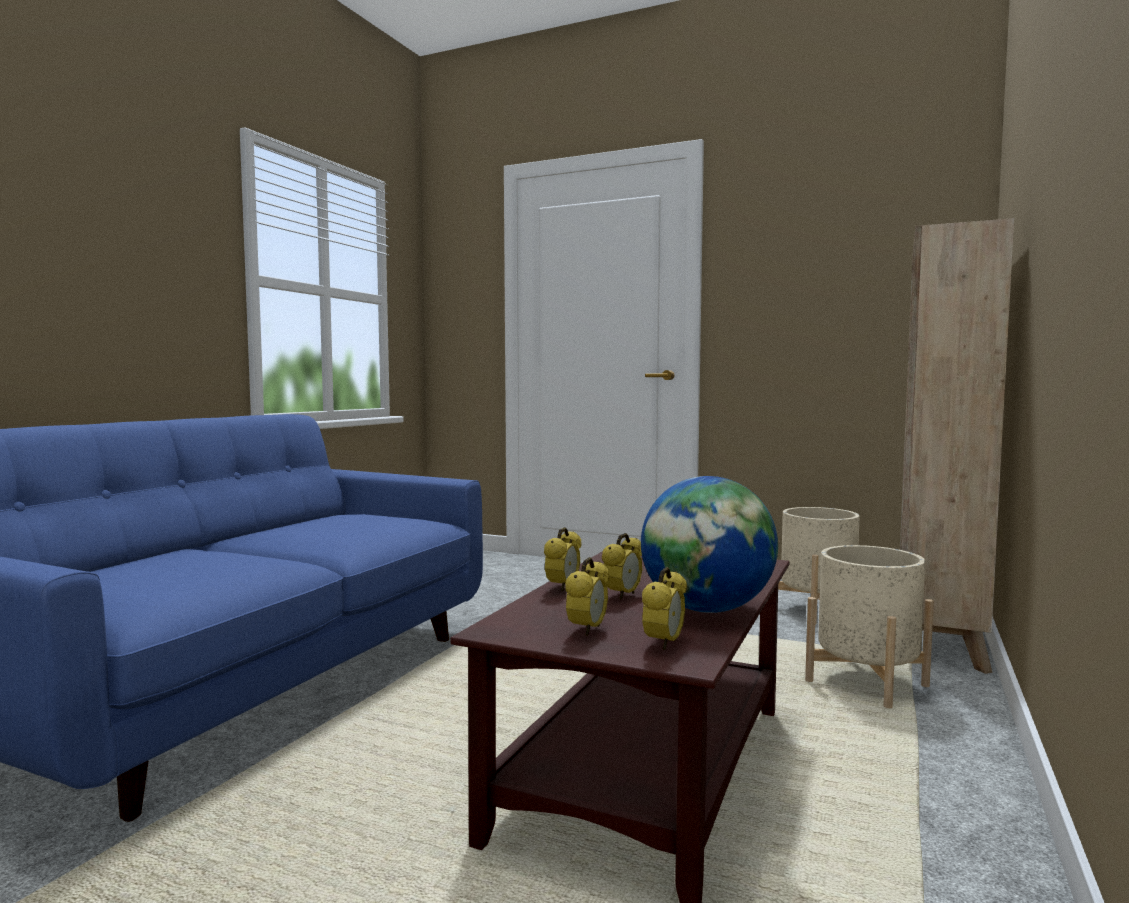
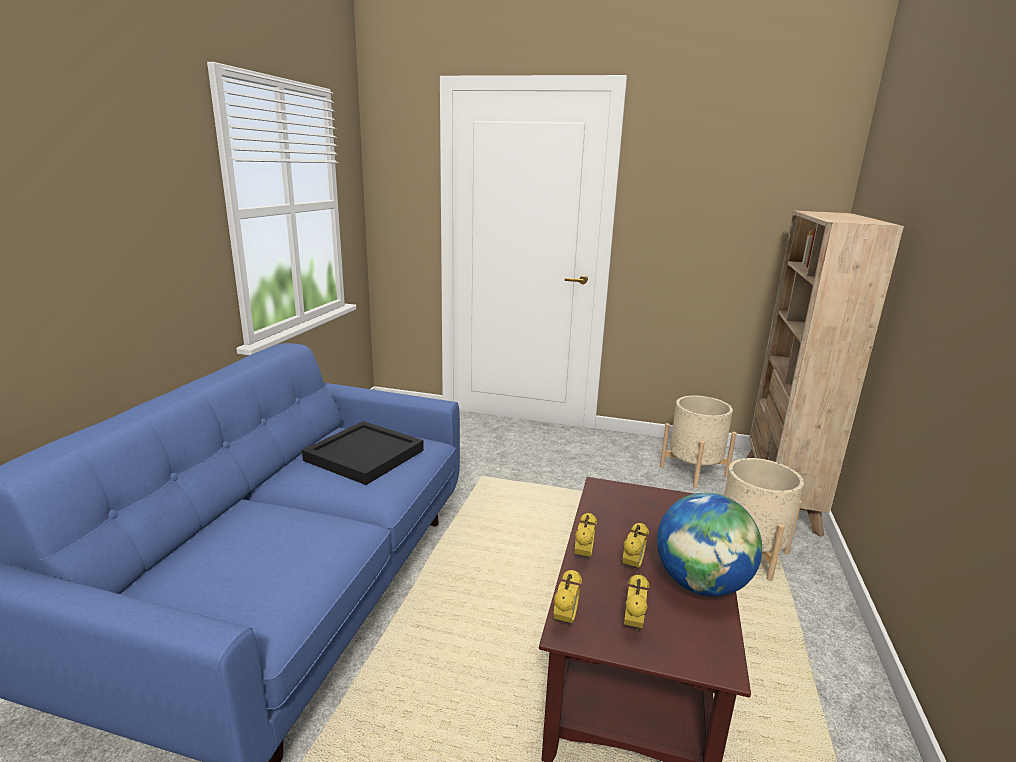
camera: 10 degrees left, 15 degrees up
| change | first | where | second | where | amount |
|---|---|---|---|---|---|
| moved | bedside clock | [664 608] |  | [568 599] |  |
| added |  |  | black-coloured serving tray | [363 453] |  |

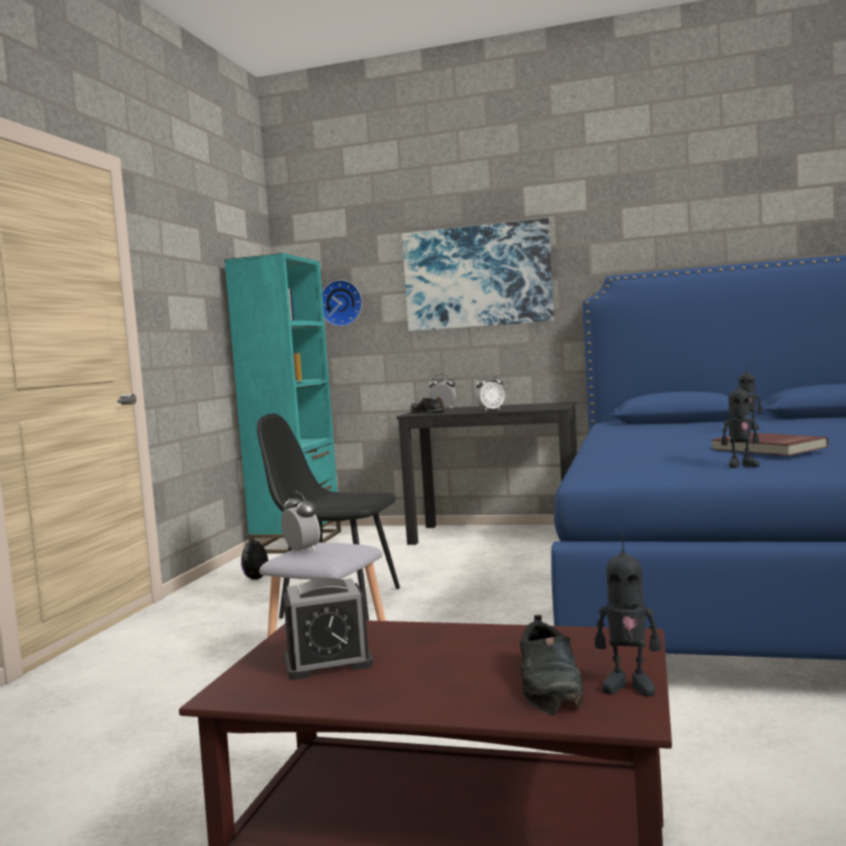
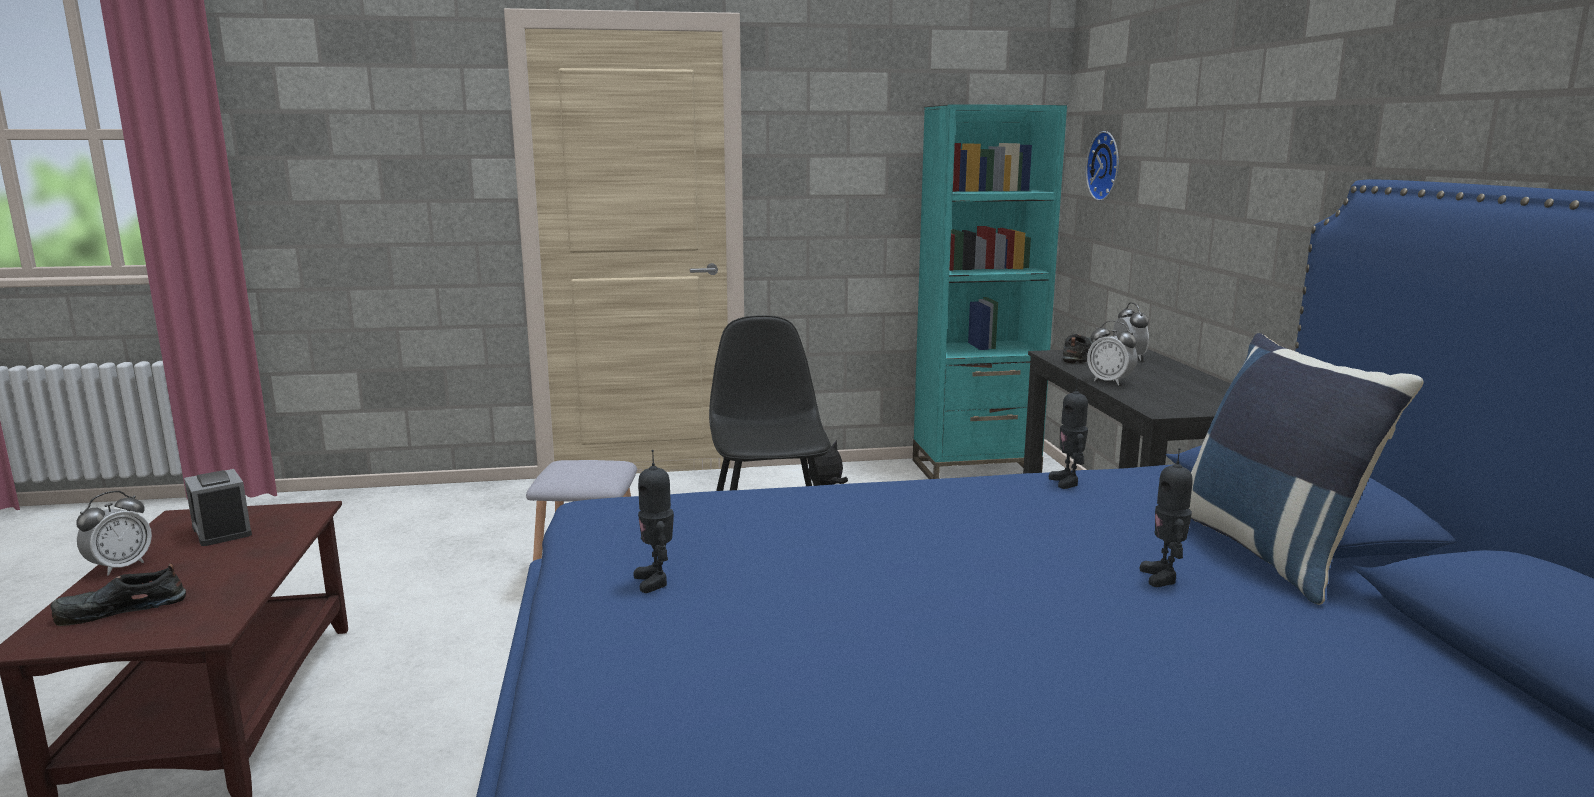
camera: 65 degrees right, 10 degrees up
| change | first | where | second | where | amount |
|---|---|---|---|---|---|
| removed | picture | [478 274] |  |  |  |
| removed | red bound book | [769 444] |  |  |  |
| moved | bedside clock | [300 522] |  | [114 533] |  |
| moved | toy robot | [628 616] |  | [1068 433] |  |
| added |  |  | blue-coloured pillow | [1306 469] |  |

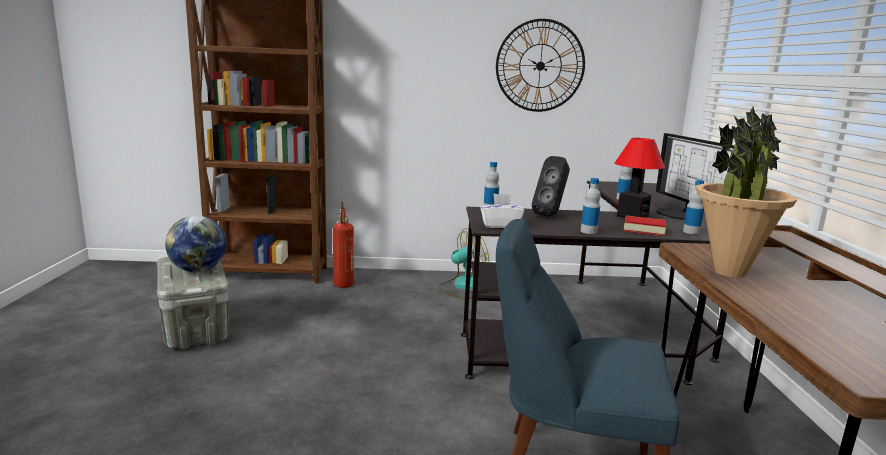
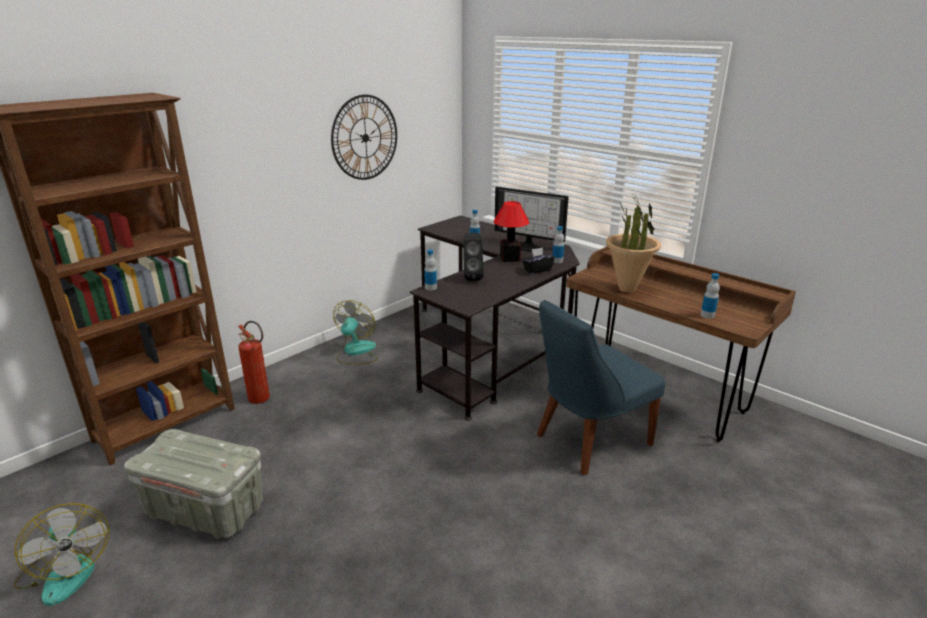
camera: 45 degrees left, 10 degrees up
| change | first | where | second | where | amount |
|---|---|---|---|---|---|
| moved | beverage bottle | [591 206] |  | [710 296] |  |
| removed | white tissue box | [502 210] |  |  |  |
| replaced | bound book | [644 225] | black-coloured tissue box | [538 260] |  |
| removed | world globe | [195 244] |  |  |  |
| added |  |  | cooling fan | [61 554] |  |

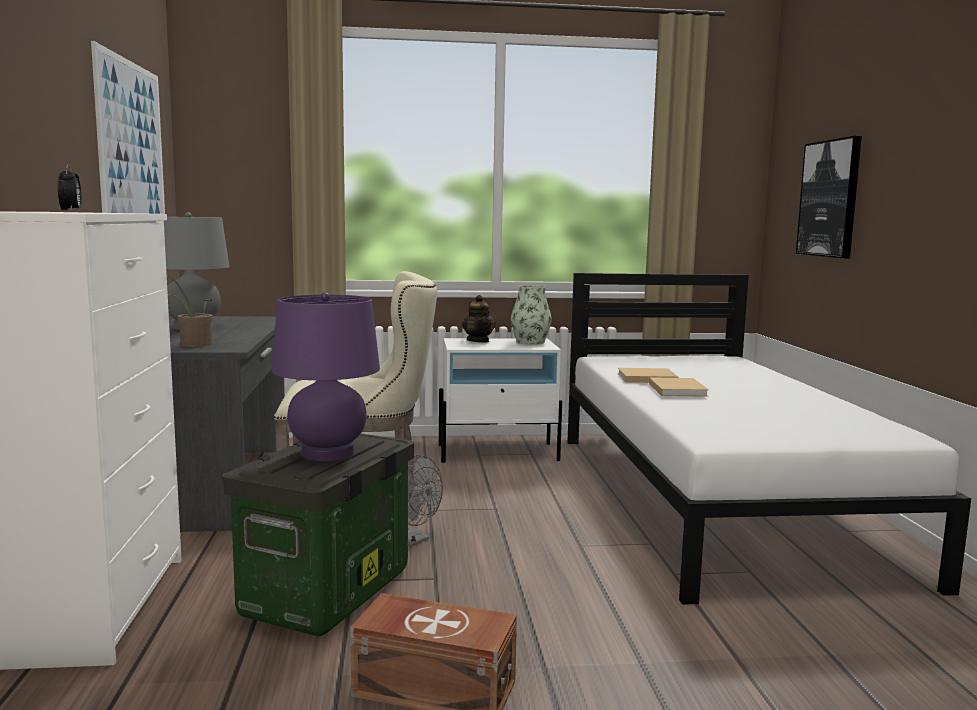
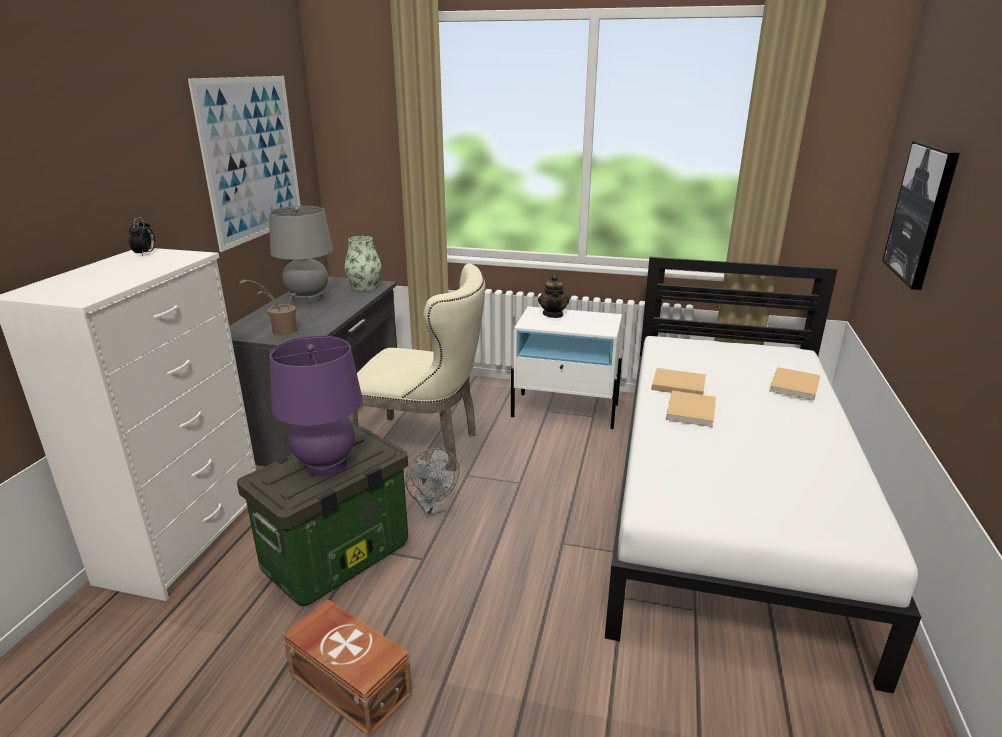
camera: 20 degrees right, 15 degrees up
| change | first | where | second | where | amount |
|---|---|---|---|---|---|
| moved | flower vase | [531 315] |  | [362 263] |  |
| added |  |  | beige bound book | [794 383] |  |

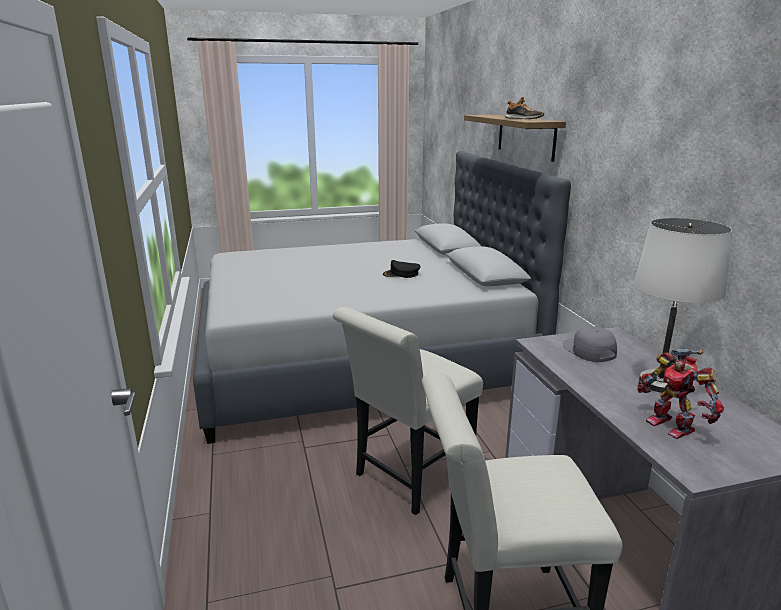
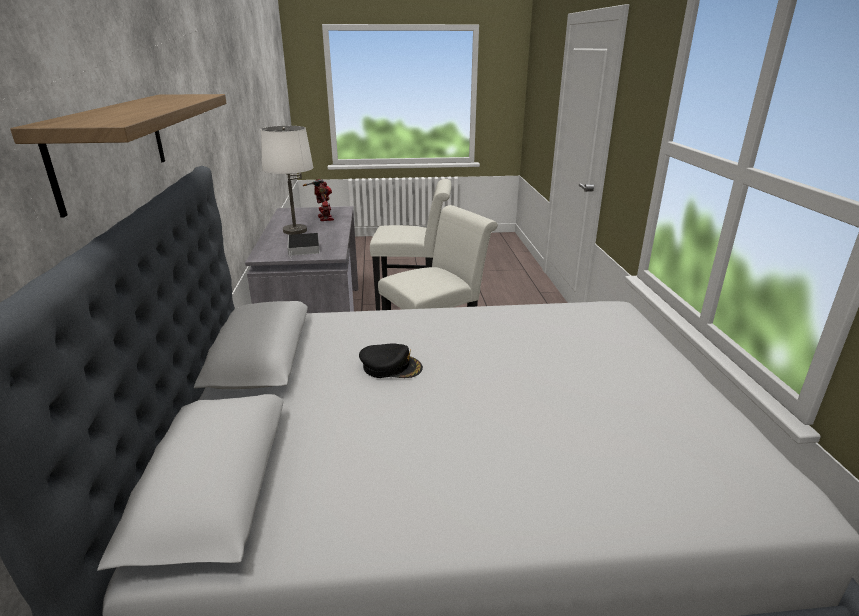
camera: 170 degrees left, 5 degrees up
| change | first | where | second | where | amount |
|---|---|---|---|---|---|
| removed | shoe | [524 108] |  |  |  |
| replaced | gray cap | [590 344] | bound book | [303 245] |  |

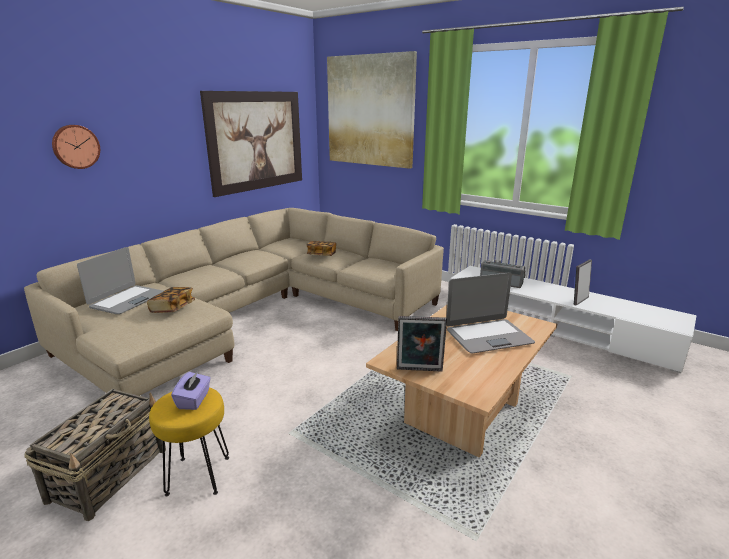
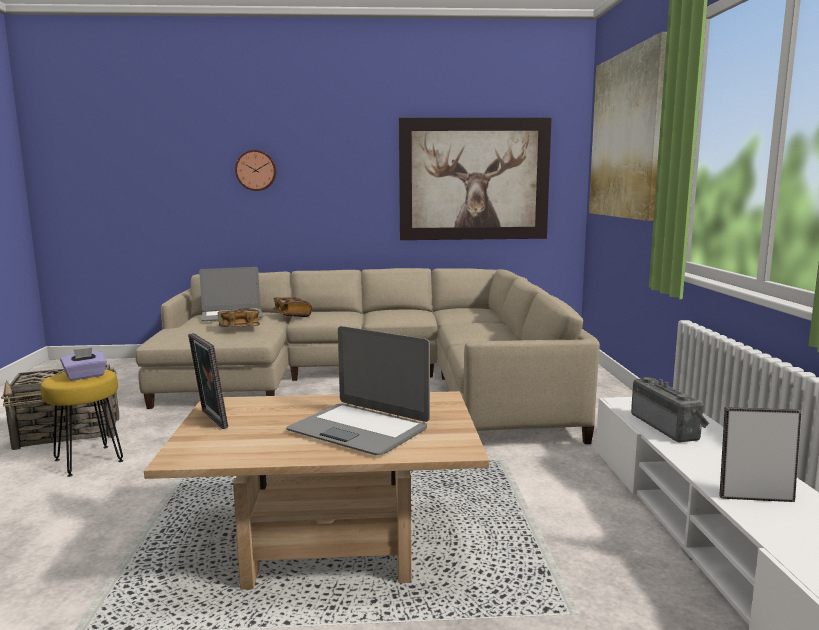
camera: 50 degrees right, 10 degrees down
| change | first | where | second | where | amount |
|---|---|---|---|---|---|
| moved | bound book | [321 248] |  | [292 307] |  |

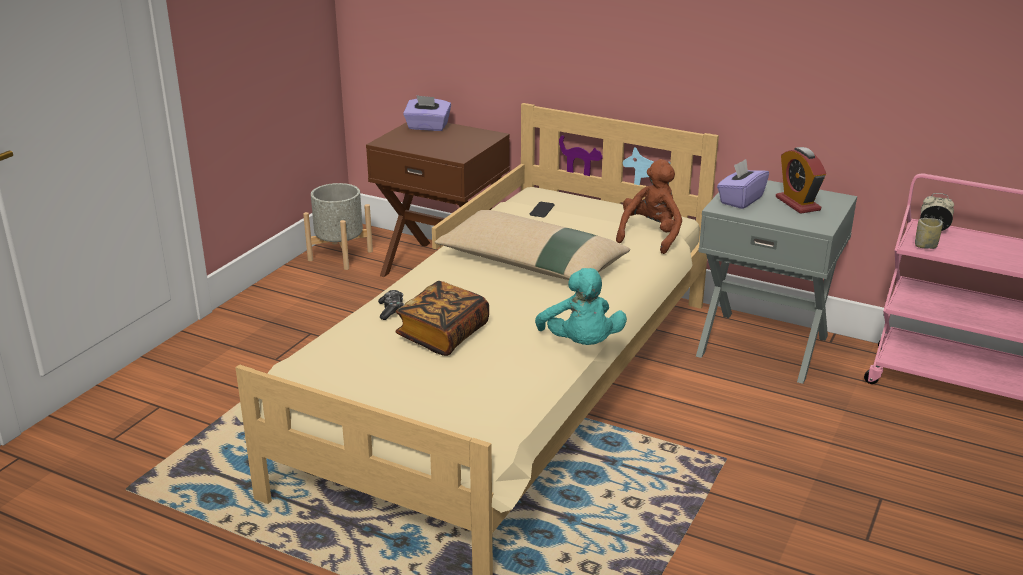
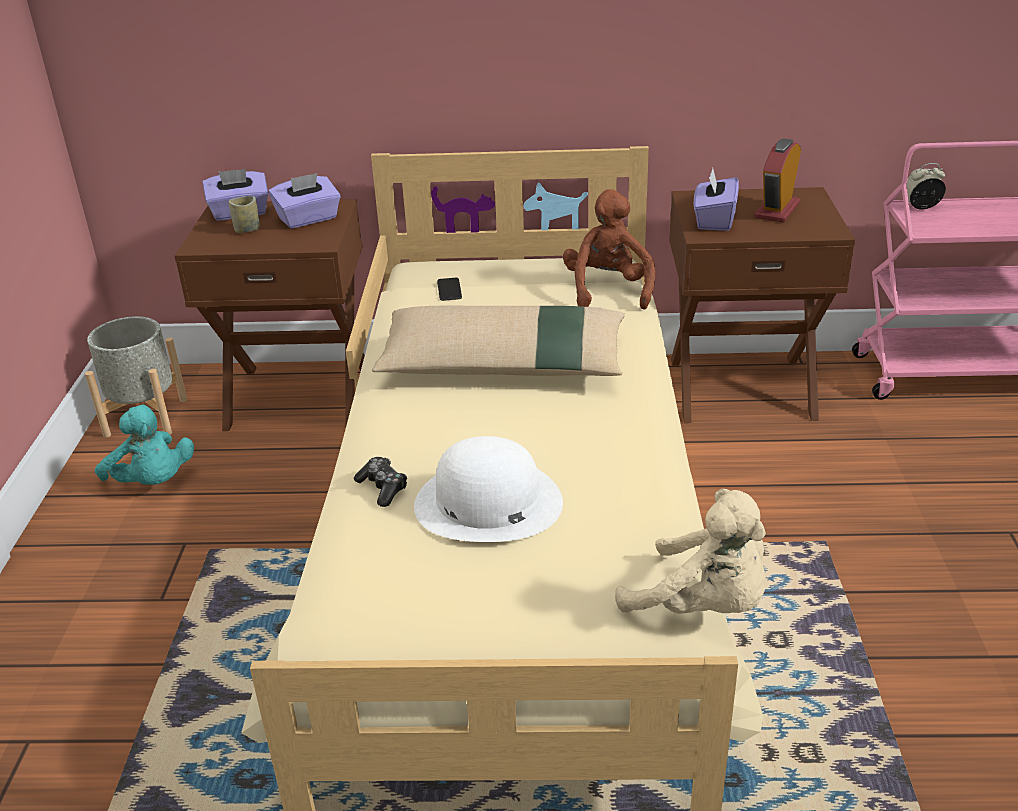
camera: 25 degrees left, 5 degrees up
| change | first | where | second | where | amount |
|---|---|---|---|---|---|
| turned | bedside clock | [801 180] |  | [777 180] | 75 degrees clockwise |
| recoloured | gray night table | [776 282] | brownish night table | [762 305] |  |
| moved | drinking cup | [929 233] |  | [244 214] |  |
| moved | turquoise-coloured cuddly toy | [581 306] |  | [144 444] |  |
| replaced | bound book | [442 318] | white hat | [488 489] |  |
| added |  |  | purple-coloured tissue box | [305 201] |  |
| added |  |  | beige cuddly toy | [690 551] |  |

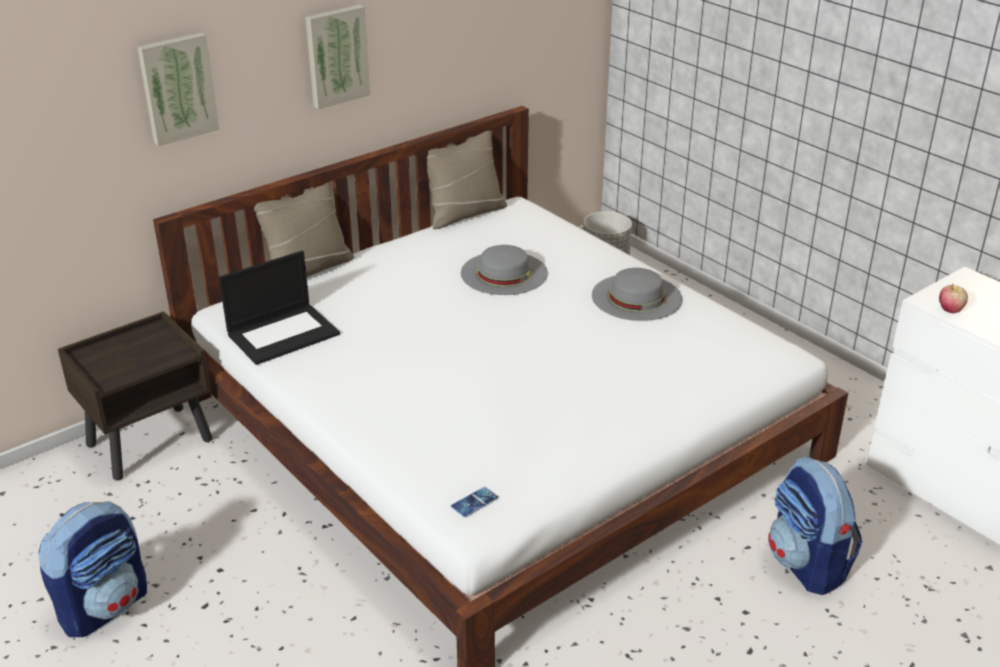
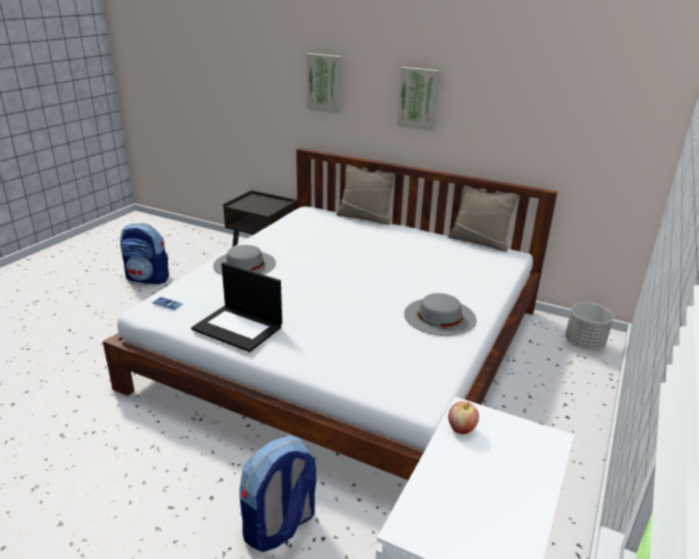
camera: 65 degrees right, 5 degrees down
| change | first | where | second | where | amount |
|---|---|---|---|---|---|
| moved | gray hat | [504 270] |  | [244 260] |  |
| moved | notebook computer | [279 308] |  | [236 307] |  |

